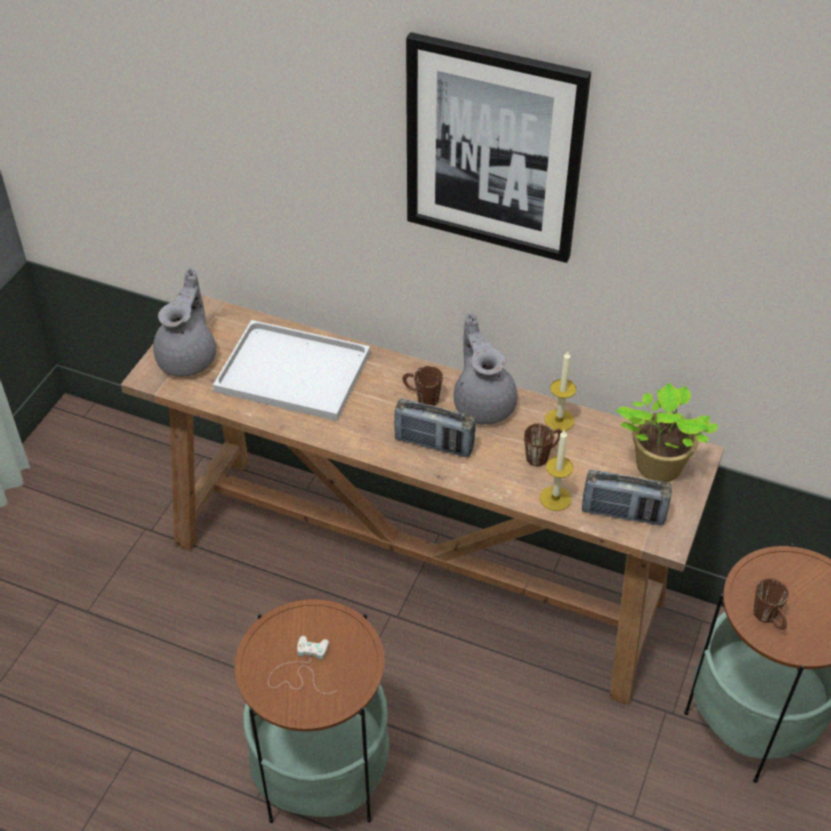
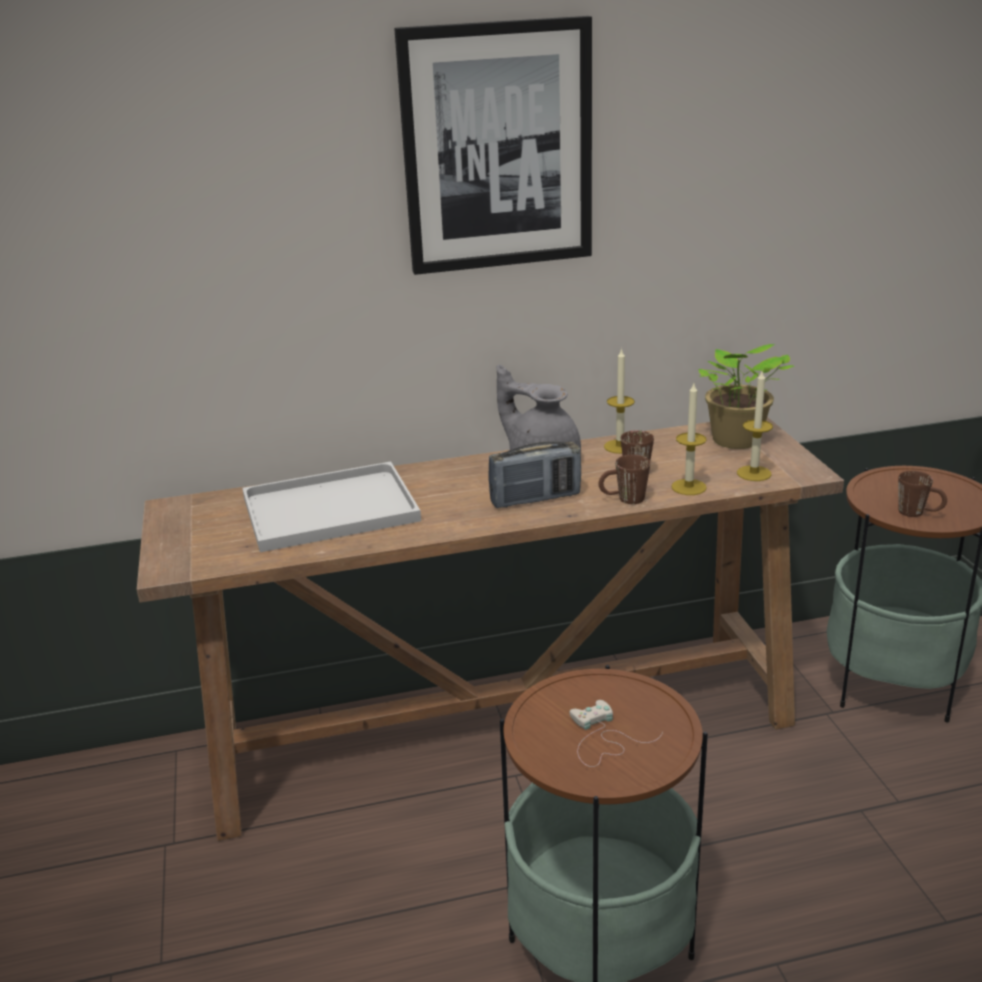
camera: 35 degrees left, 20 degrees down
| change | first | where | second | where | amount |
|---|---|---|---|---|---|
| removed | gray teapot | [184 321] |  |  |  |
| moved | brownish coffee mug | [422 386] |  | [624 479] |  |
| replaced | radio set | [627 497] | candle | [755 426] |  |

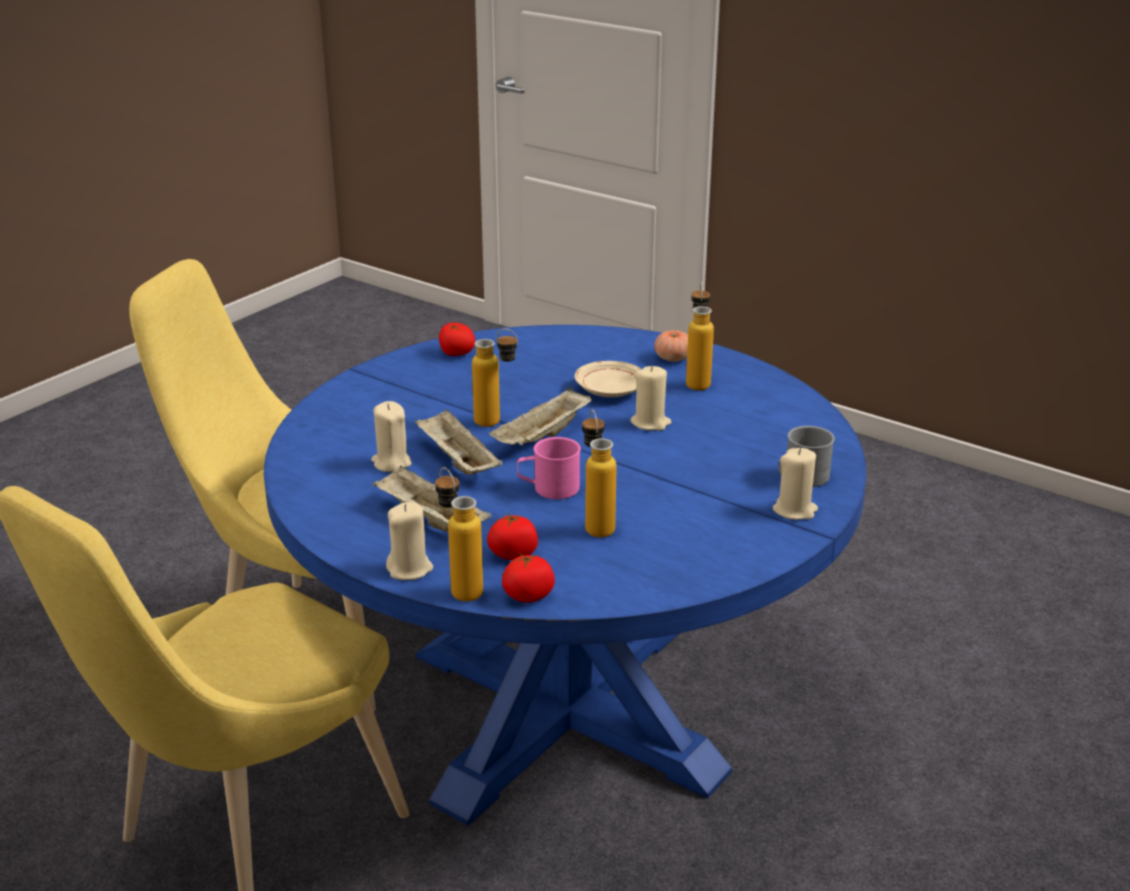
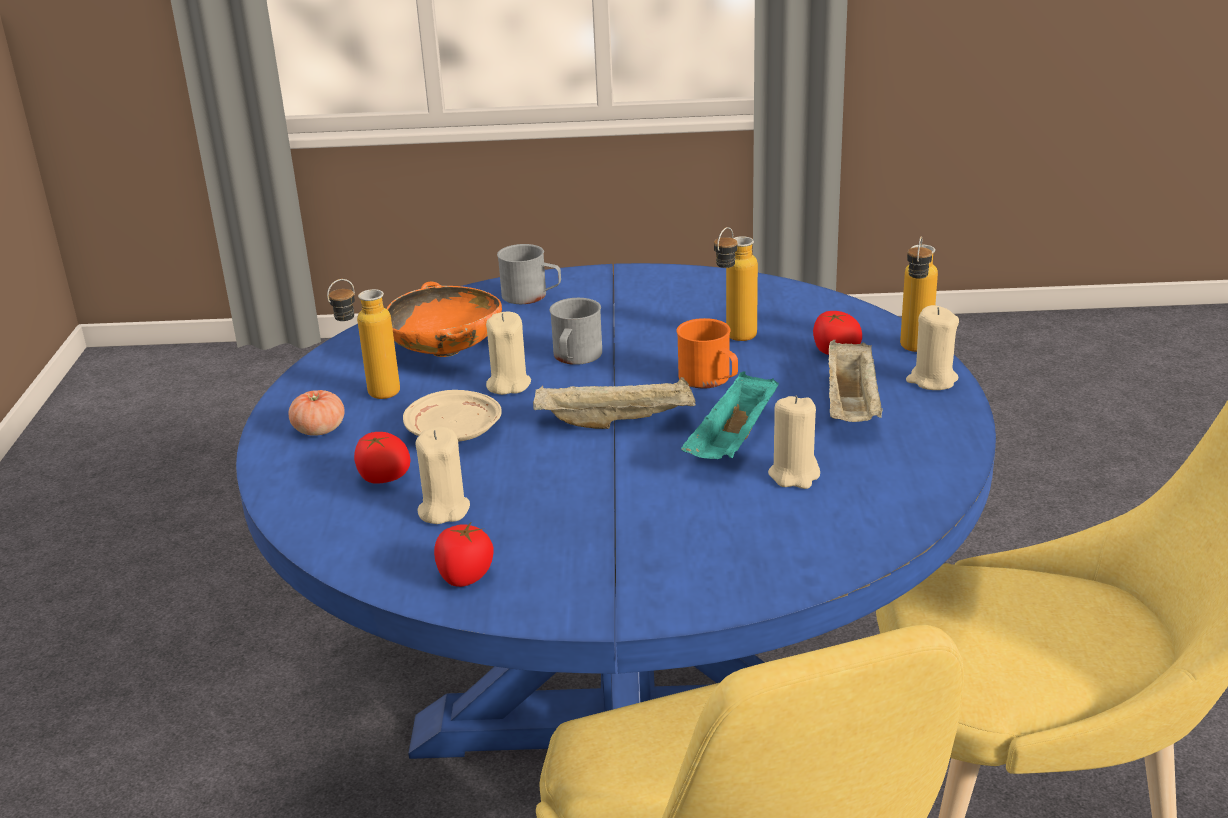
camera: 125 degrees left, 0 degrees up
| change | first | where | second | where | amount |
|---|---|---|---|---|---|
| removed | beverage bottle | [495 377] |  |  |  |
| recoloured | beige serving tray | [458 442] | turquoise-coloured serving tray | [730 415] |  |
| recoloured | pink coffee mug | [549 468] | orange coffee mug | [707 353] |  |
| moved | beige candle | [795 484] |  | [442 475] |  |
| moved | whole tomato | [528 577] |  | [382 458] |  |
| added |  |  | orange deep dish | [444 319] |  |
| added |  |  | gray coffee mug | [576 331] |  |

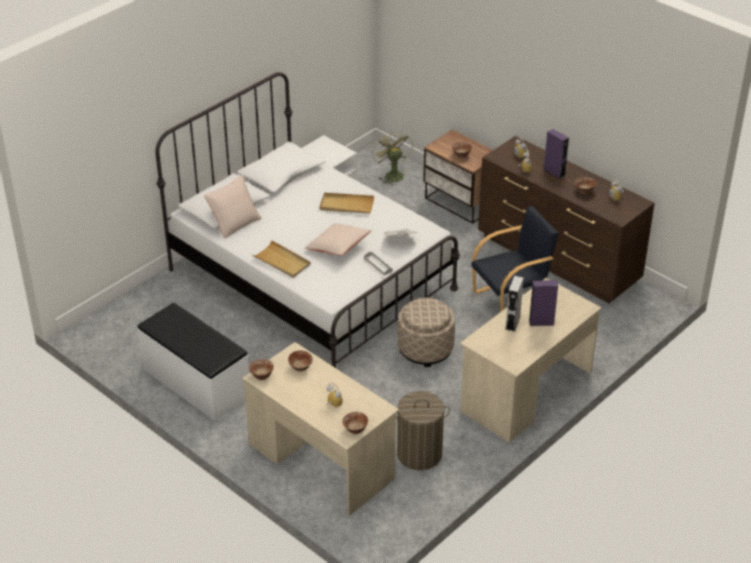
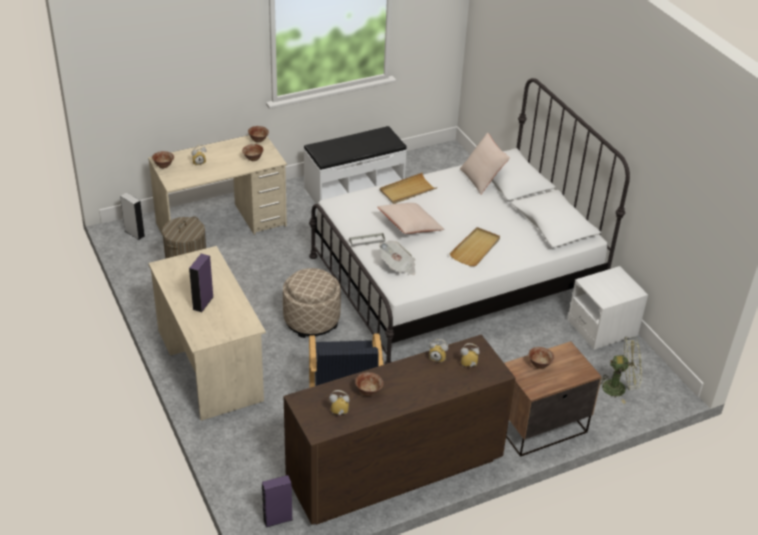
camera: 110 degrees right, 0 degrees up
| change | first | where | second | where | amount |
|---|---|---|---|---|---|
| moved | purple-coloured speaker | [556 154] |  | [277 501] |  |
| moved | gray speaker | [514 303] |  | [132 216] |  |

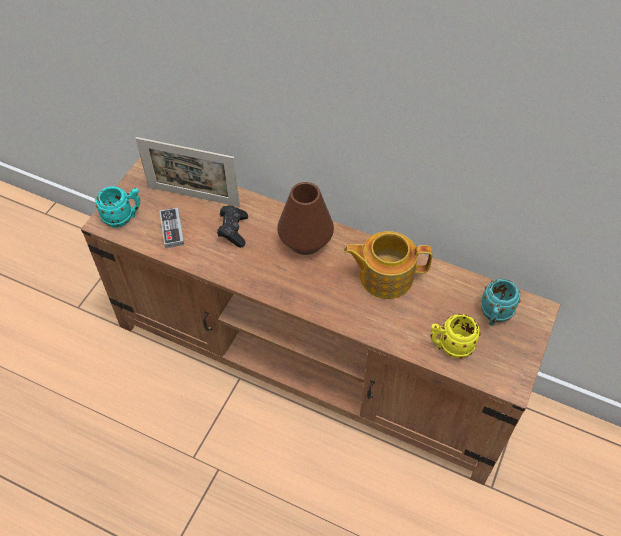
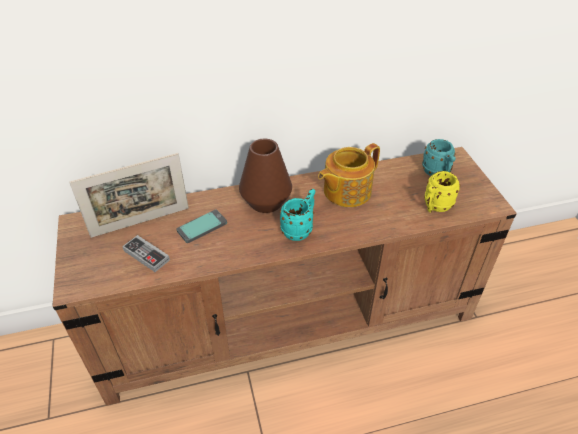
camera: 40 degrees left, 10 degrees down
| change | first | where | second | where | amount |
|---|---|---|---|---|---|
| moved | turquoise-coloured coffee mug | [117 207] |  | [297 215] |  |
| replaced | black-coloured gamepad | [232 226] | phone | [201 226] |  |

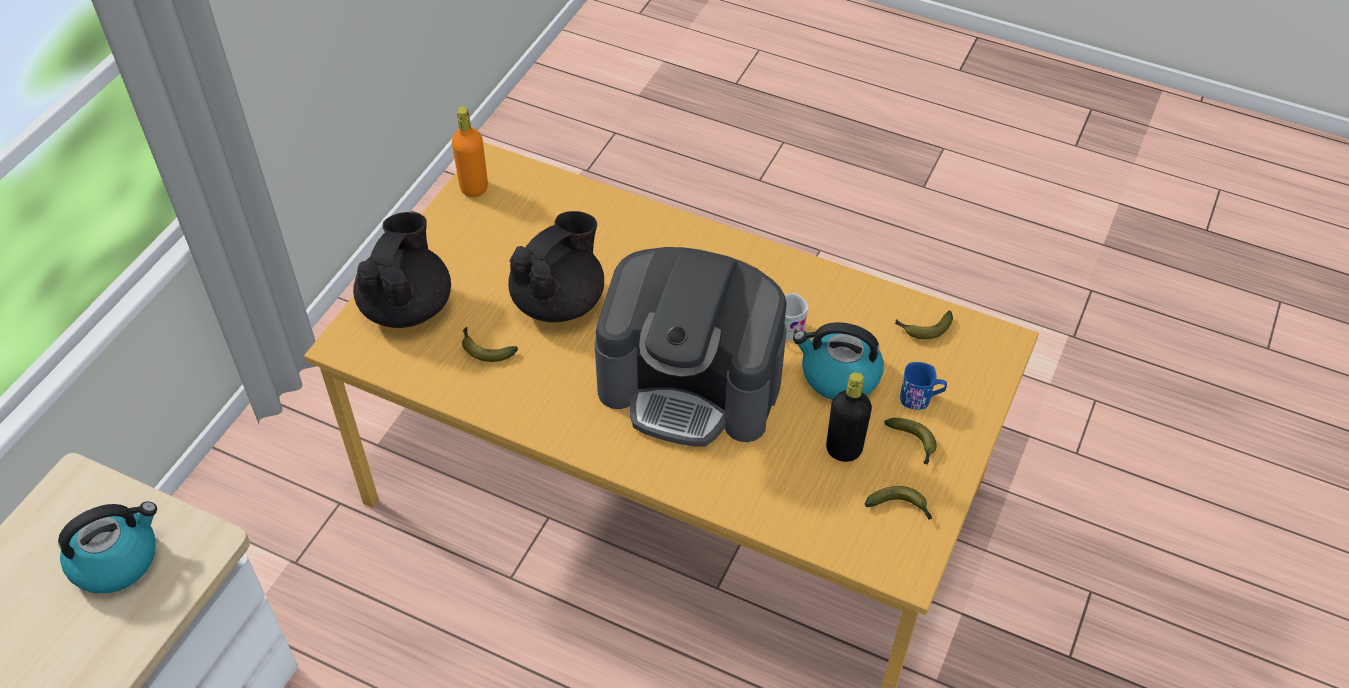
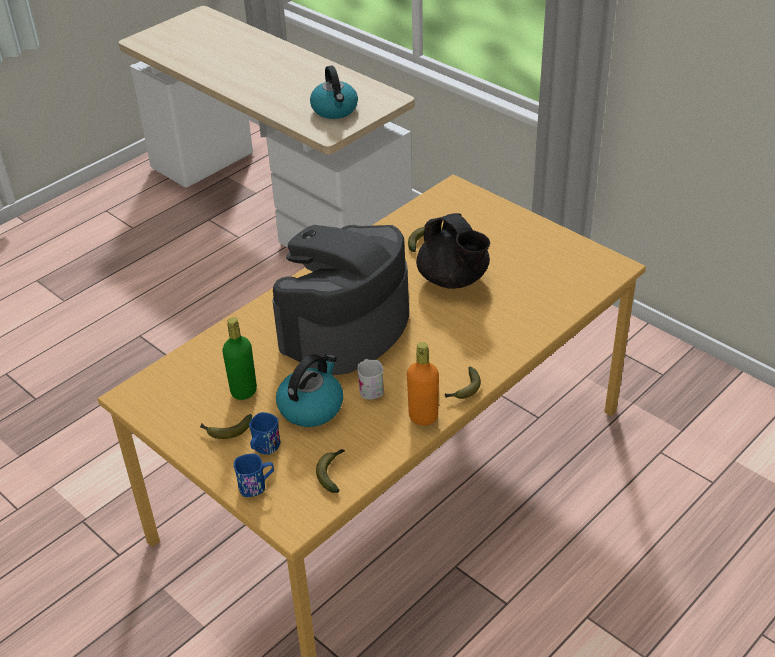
camera: 110 degrees right, 10 degrees down
| change | first | where | second | where | amount |
|---|---|---|---|---|---|
| moved | orange beverage bottle | [470 152] |  | [423 383] |  |
| removed | black-coloured teapot | [402 270] |  |  |  |
| recoloured | black-coloured beverage bottle | [849 417] | green beverage bottle | [239 358] |  |
| moved | banana fruit | [898 503] |  | [463 383] |  |
| added |  |  | blue-coloured coffee mug | [254 475] |  |

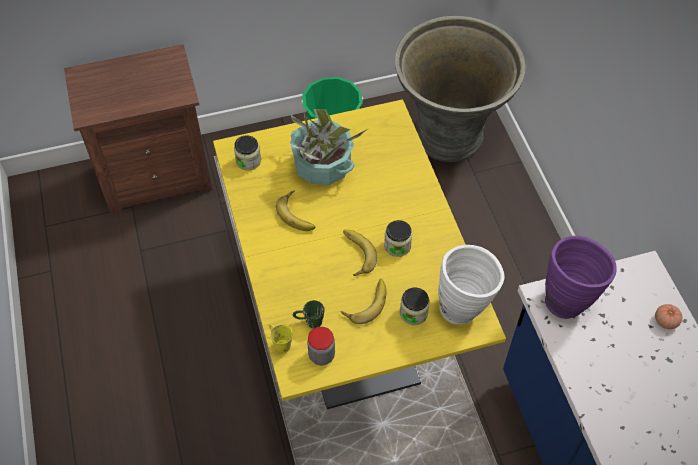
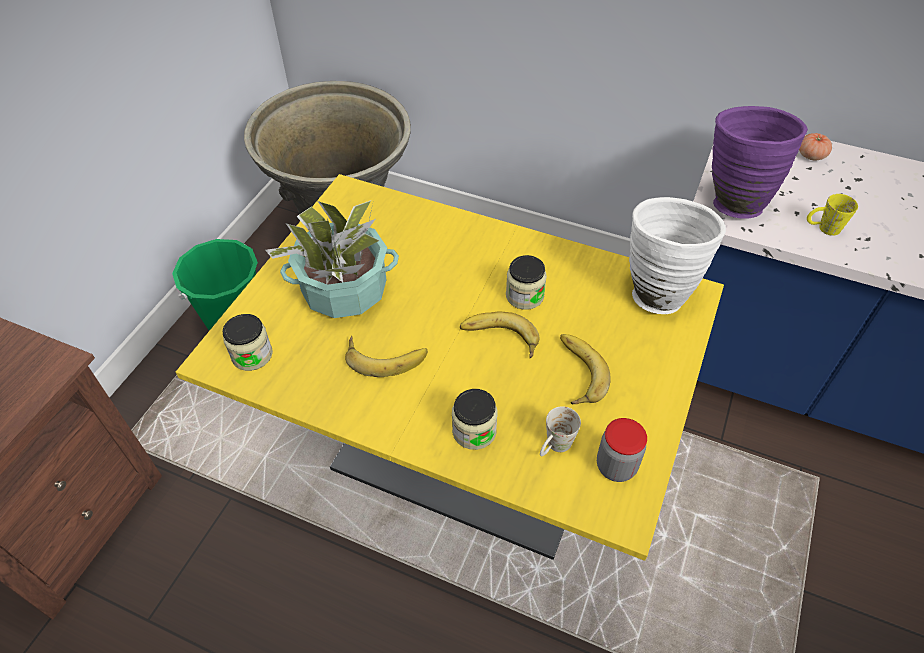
camera: 50 degrees left, 5 degrees down
| change | first | where | second | where | amount |
|---|---|---|---|---|---|
| moved | preserve jar | [415 306] |  | [474 419] |  |
| recoloured | green coffee mug | [309 314] | white coffee mug | [560 431] |  |
| moved | yellowish coffee mug | [280 338] |  | [832 215] |  |

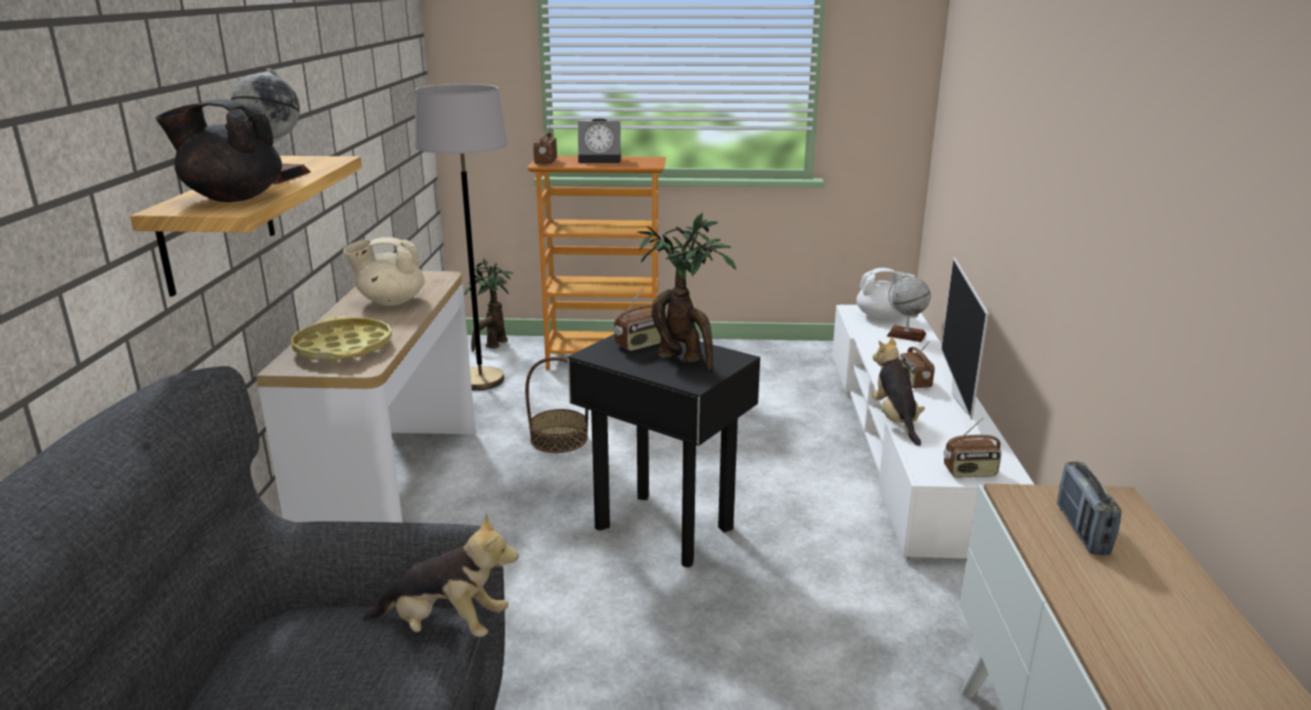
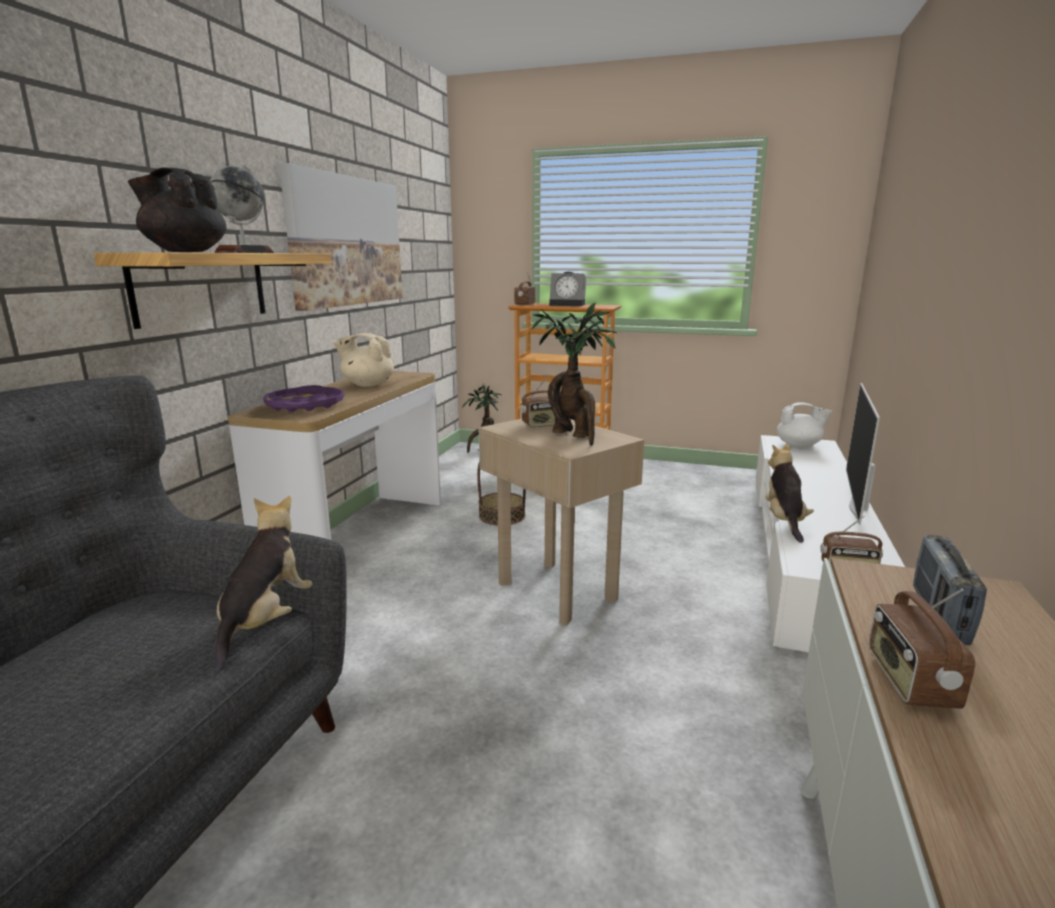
camera: 15 degrees right, 5 degrees down
| change | first | where | second | where | amount |
|---|---|---|---|---|---|
| removed | gray standing lamp | [461 237] |  |  |  |
| removed | world globe | [909 308] |  |  |  |
| recoloured | yellowish serving tray | [341 338] | purple-coloured serving tray | [303 398] |  |
| recoloured | black-coloured side table | [664 450] | beige side table | [561 522] |  |
| moved | radio set | [917 364] |  | [922 648] |  |
| turned | cuddly toy | [441 575] |  | [264 583] | 105 degrees counterclockwise |
| added |  |  | picture | [341 237] |  |

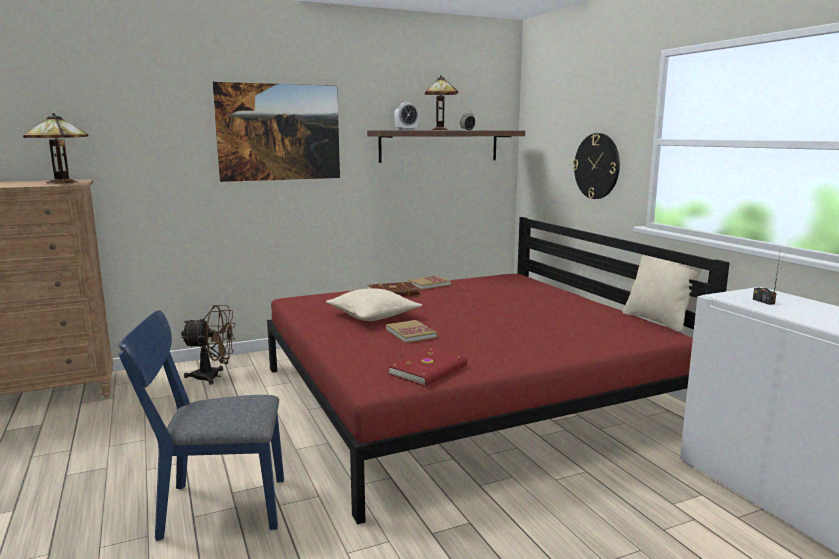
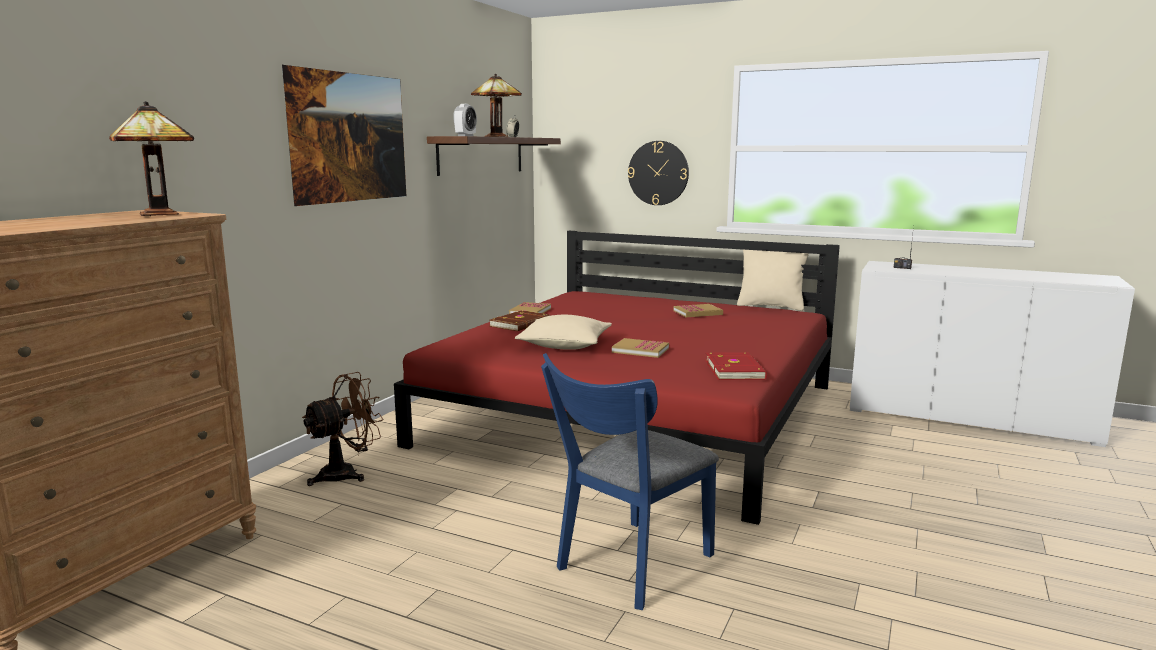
camera: 40 degrees left, 0 degrees up
| change | first | where | second | where | amount |
|---|---|---|---|---|---|
| added |  |  | bound book | [698 310] |  |

